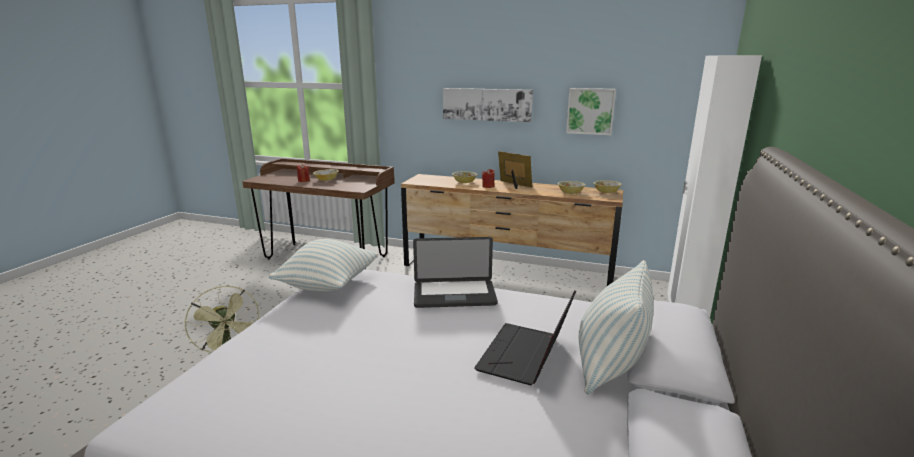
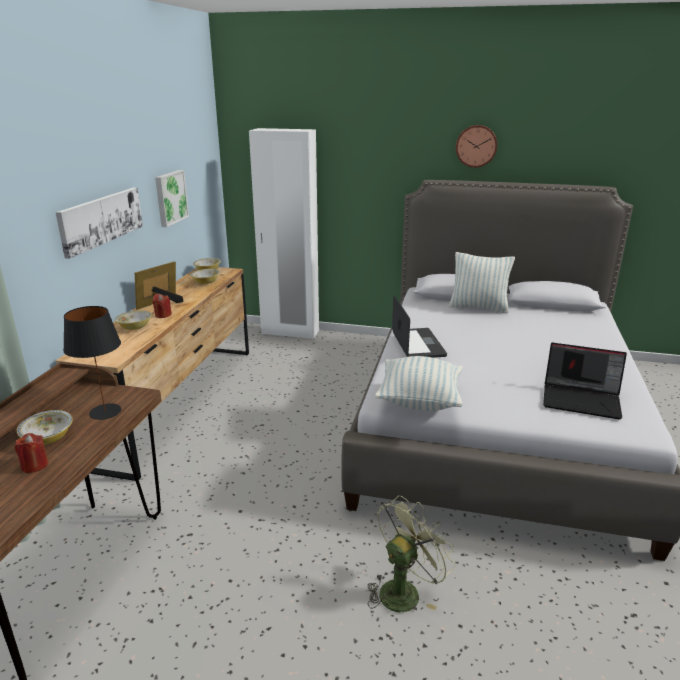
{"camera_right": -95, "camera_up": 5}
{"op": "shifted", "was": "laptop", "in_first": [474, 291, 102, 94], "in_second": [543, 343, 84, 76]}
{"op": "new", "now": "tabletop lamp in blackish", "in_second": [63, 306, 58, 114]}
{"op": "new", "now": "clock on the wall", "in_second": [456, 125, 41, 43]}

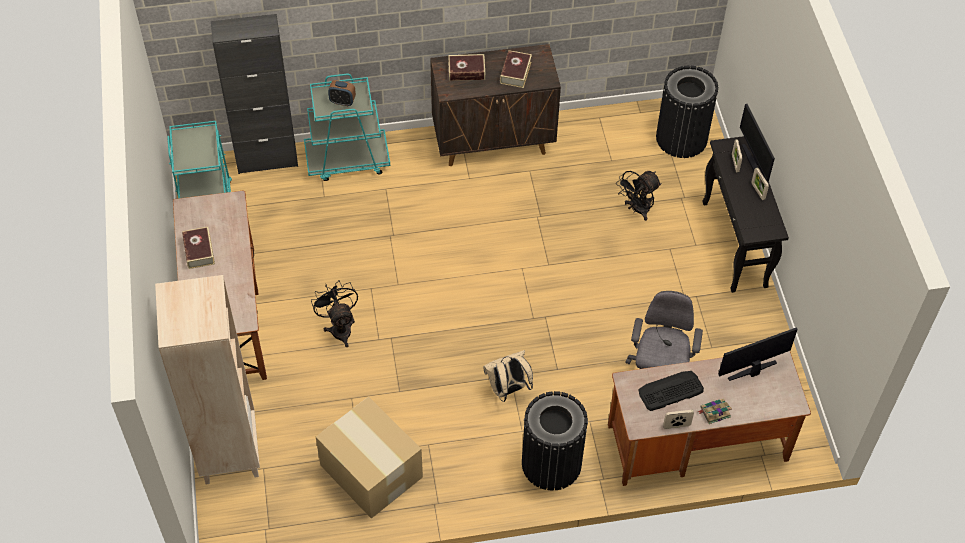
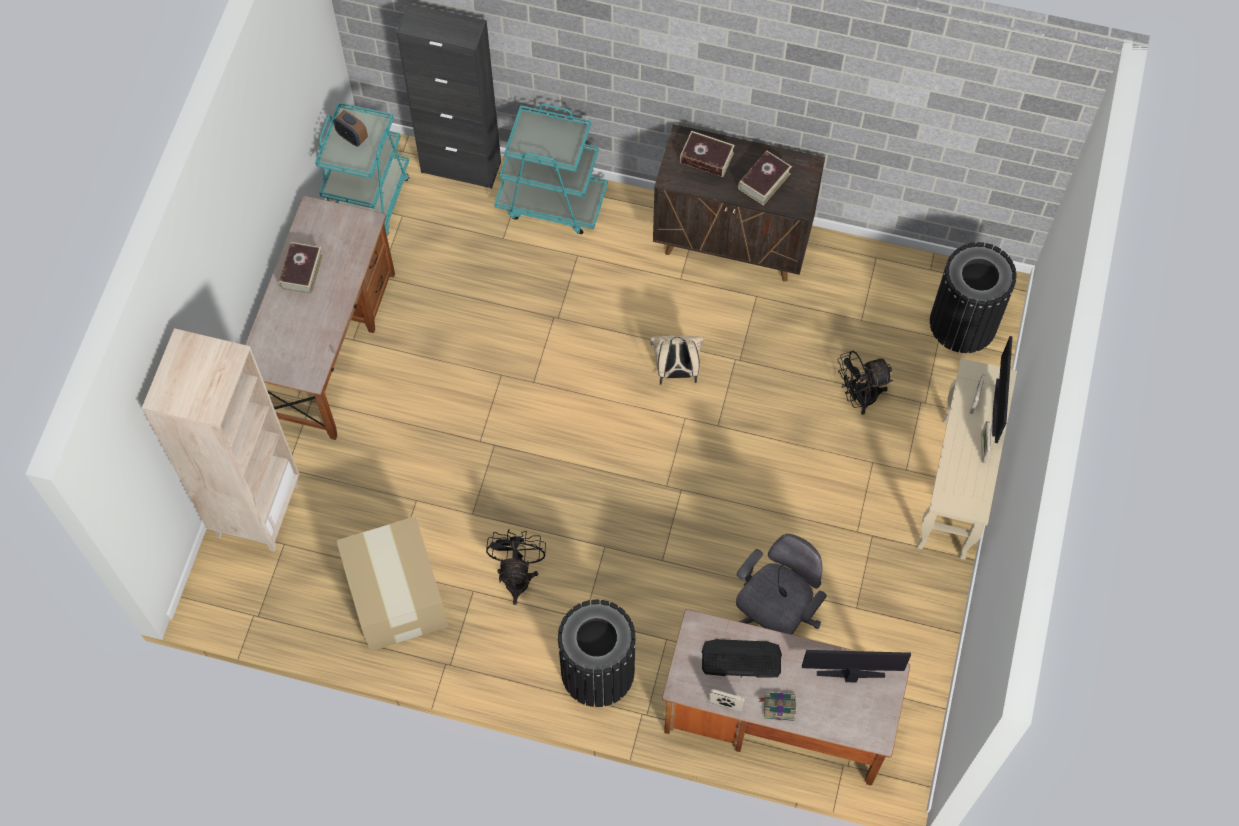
{"camera_right": 25, "camera_up": 10}
{"op": "shifted", "was": "cooling fan in blackish", "in_first": [311, 280, 47, 67], "in_second": [486, 529, 60, 76]}
{"op": "shifted", "was": "bedside clock", "in_first": [328, 80, 28, 26], "in_second": [334, 110, 34, 37]}
{"op": "shifted", "was": "backpack in sand-coloured", "in_first": [483, 350, 50, 52], "in_second": [650, 336, 54, 49]}
{"op": "repainted", "was": "hall table in blackish", "now": "hall table in sand-coloured", "in_first": [702, 136, 87, 157], "in_second": [917, 358, 100, 202]}

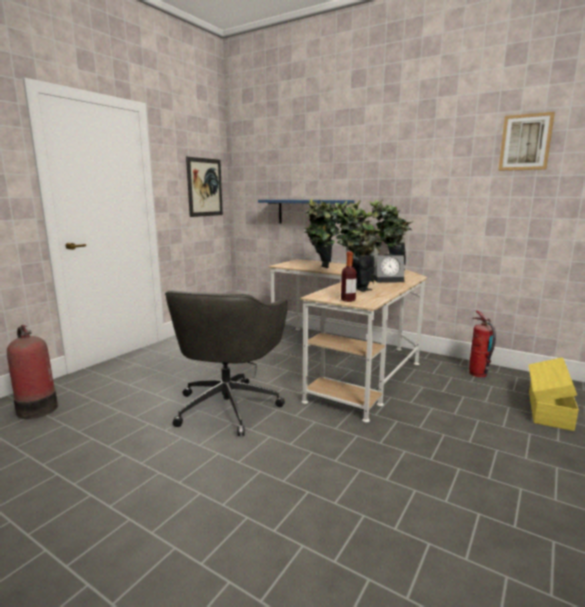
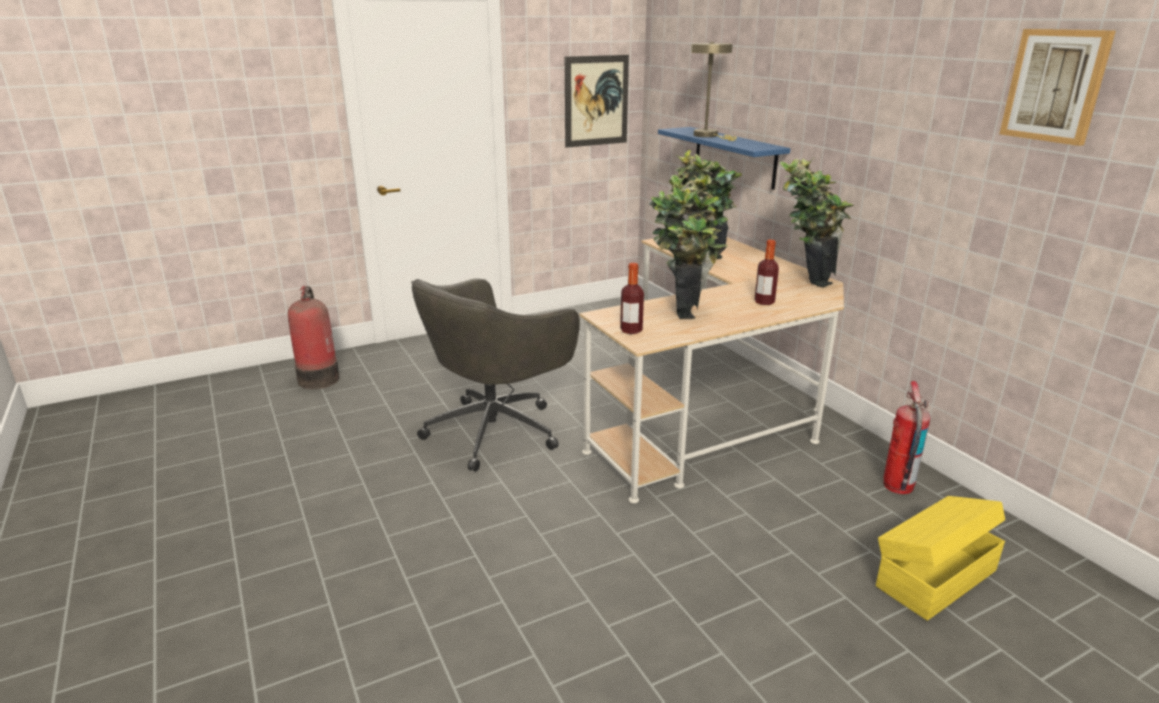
{"camera_right": 30, "camera_up": 10}
{"op": "swapped", "was": "bedside clock", "now": "bottle", "in_first": [374, 254, 30, 29], "in_second": [755, 240, 24, 65]}
{"op": "new", "now": "tabletop lamp in sand-coloured", "in_second": [691, 42, 46, 99]}

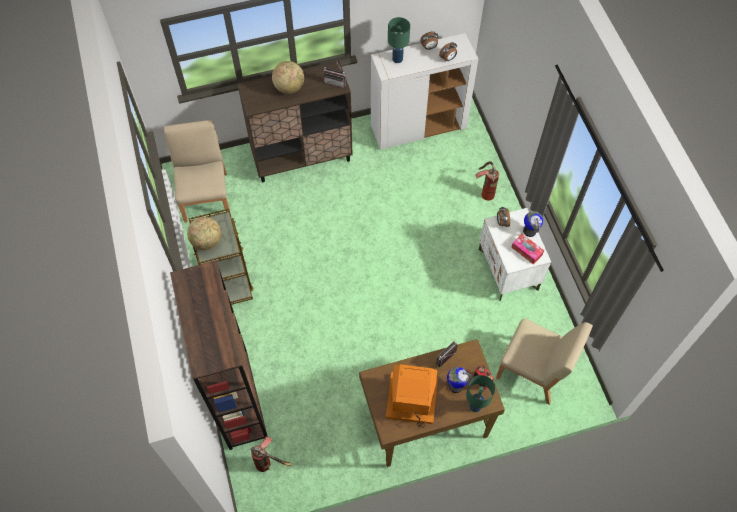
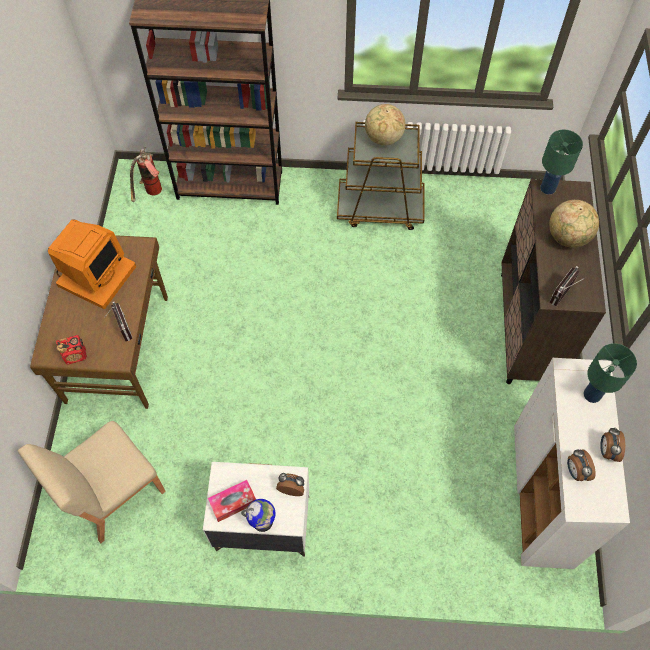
{"camera_right": 110, "camera_up": 0}
{"op": "gone", "was": "upright chair in sand-coloured", "in_first": [164, 120, 67, 103]}
{"op": "gone", "was": "world globe", "in_first": [447, 367, 25, 26]}
{"op": "shifted", "was": "tabletop lamp in greenish", "in_first": [466, 375, 29, 37], "in_second": [540, 130, 43, 65]}
{"op": "gone", "was": "fire-fighting cylinder", "in_first": [476, 161, 23, 40]}

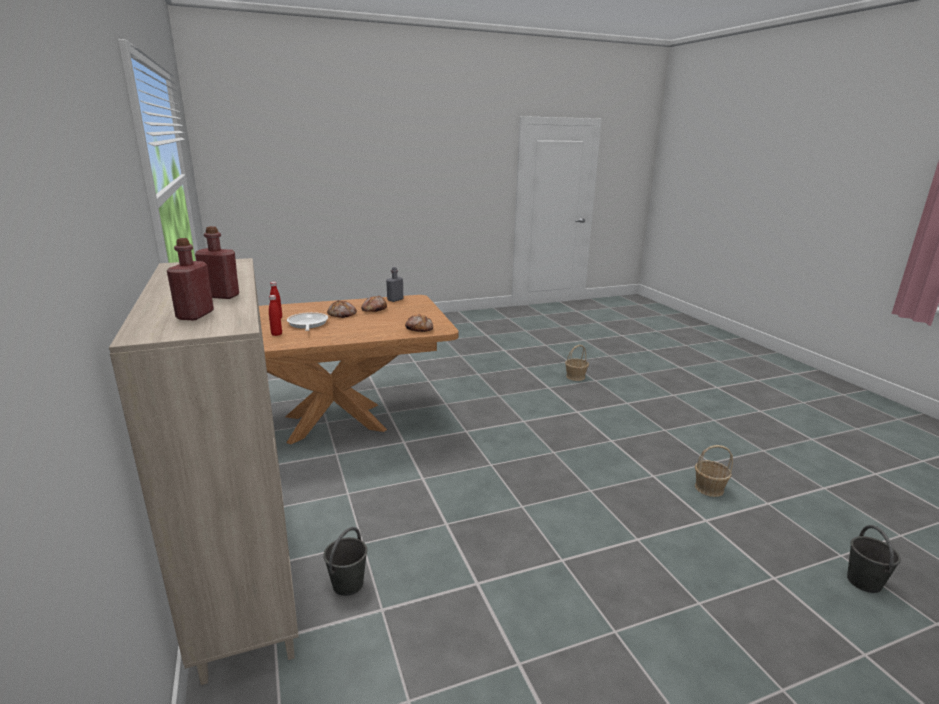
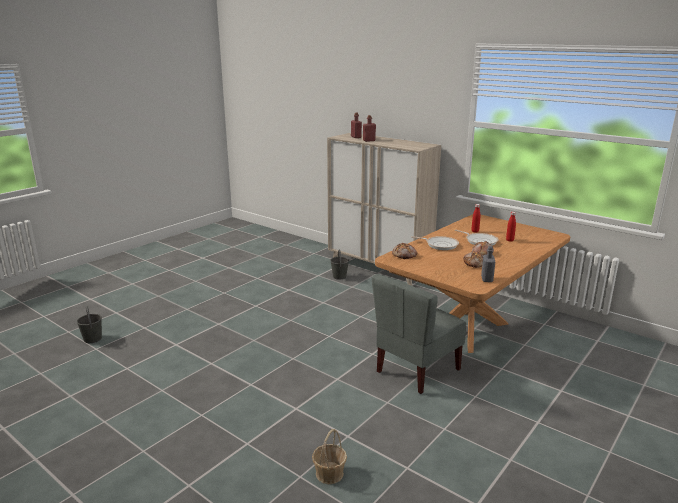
{"camera_right": 150, "camera_up": 0}
{"op": "gone", "was": "storage basket", "in_first": [695, 445, 38, 52]}
{"op": "new", "now": "upright chair in gray", "in_second": [372, 274, 94, 120]}
{"op": "new", "now": "pan", "in_second": [411, 236, 48, 14]}

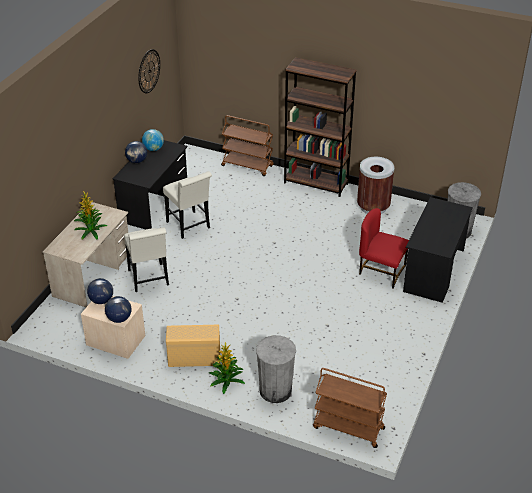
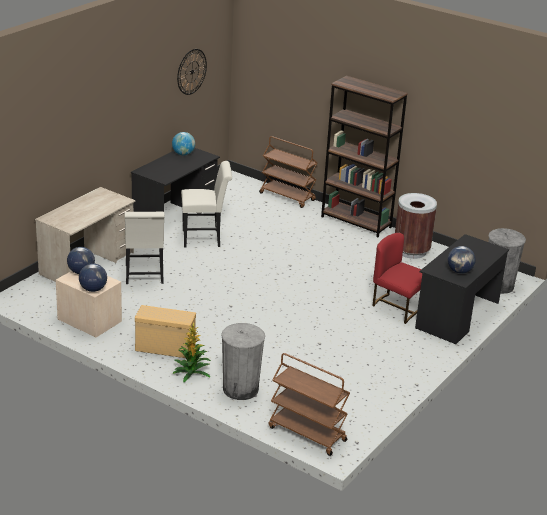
{"camera_right": 10, "camera_up": -10}
{"op": "gone", "was": "plant in a pot", "in_first": [74, 191, 33, 49]}
{"op": "shifted", "was": "world globe", "in_first": [125, 141, 22, 22], "in_second": [448, 246, 28, 28]}
{"op": "rotated", "was": "upright chair in white", "in_first": [163, 171, 49, 68], "in_second": [181, 161, 51, 86], "clockwise": -75}

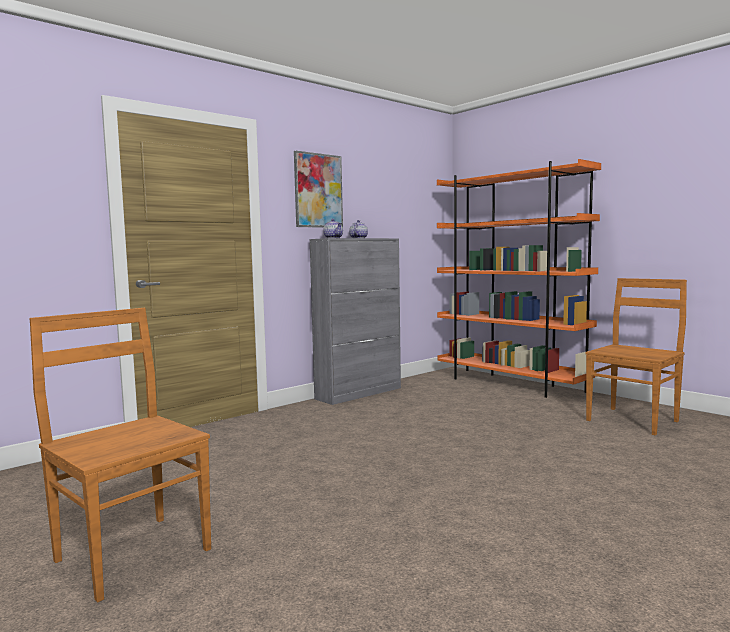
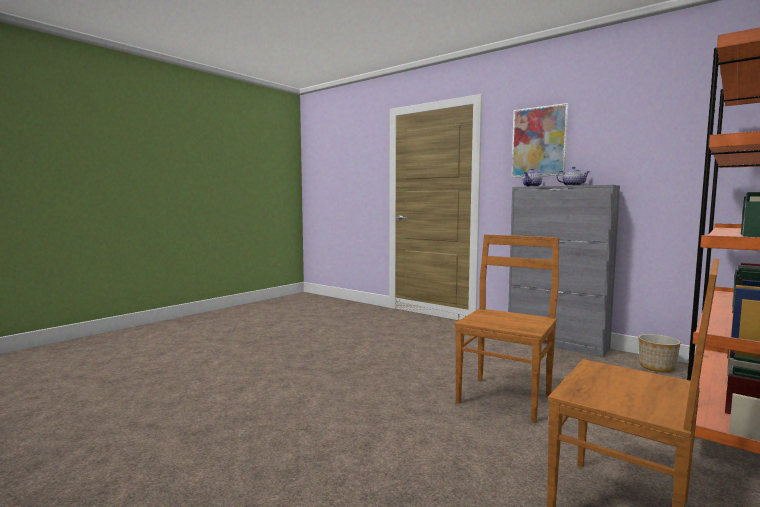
{"camera_right": 80, "camera_up": 0}
{"op": "shifted", "was": "upright chair in brownish", "in_first": [30, 308, 181, 294], "in_second": [455, 234, 104, 189]}
{"op": "new", "now": "flower pot", "in_second": [638, 334, 43, 39]}

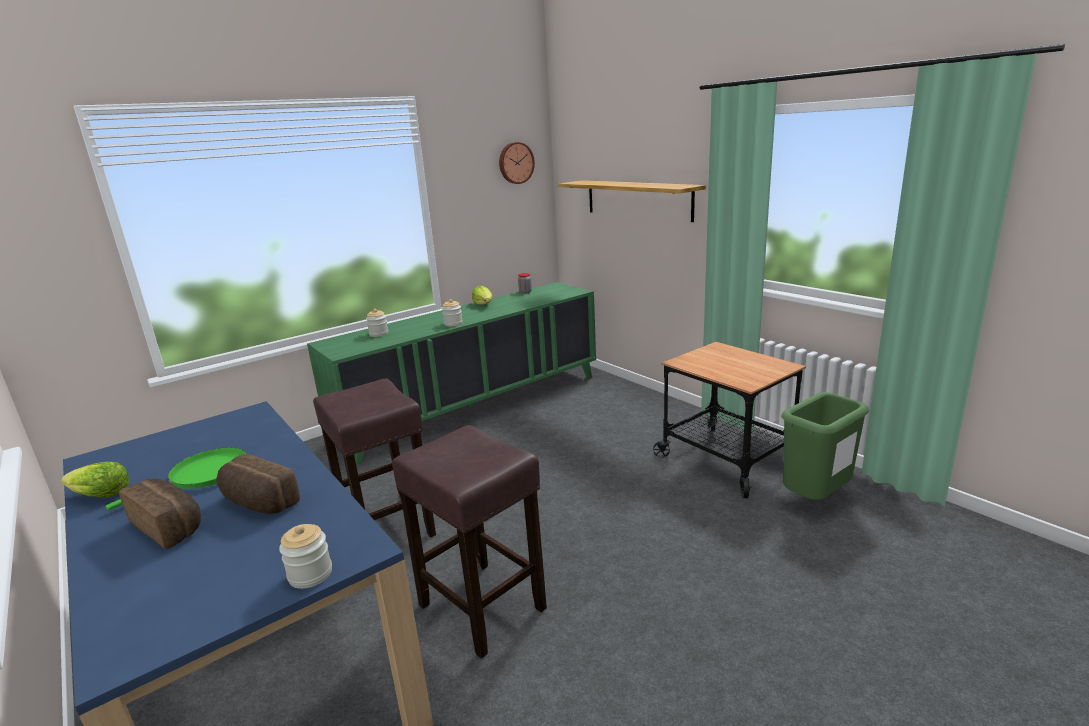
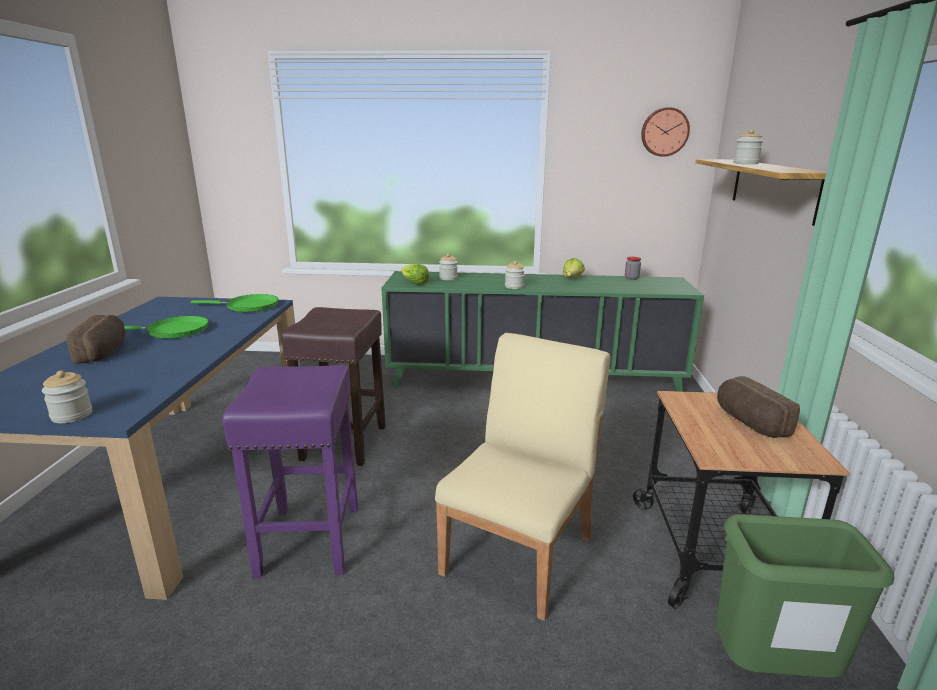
{"camera_right": 40, "camera_up": 0}
{"op": "shifted", "was": "head of lettuce", "in_first": [60, 462, 70, 36], "in_second": [401, 264, 28, 20]}
{"op": "shifted", "was": "bread", "in_first": [216, 454, 84, 60], "in_second": [717, 376, 83, 62]}
{"op": "repainted", "was": "sitting stool in brownish", "now": "sitting stool in purple-coloured", "in_first": [392, 425, 155, 234], "in_second": [222, 365, 136, 213]}
{"op": "new", "now": "pan in greenish", "in_second": [191, 294, 87, 18]}
{"op": "new", "now": "upright chair in sand-coloured", "in_second": [435, 333, 175, 288]}
{"op": "new", "now": "storage jar", "in_second": [733, 129, 30, 35]}

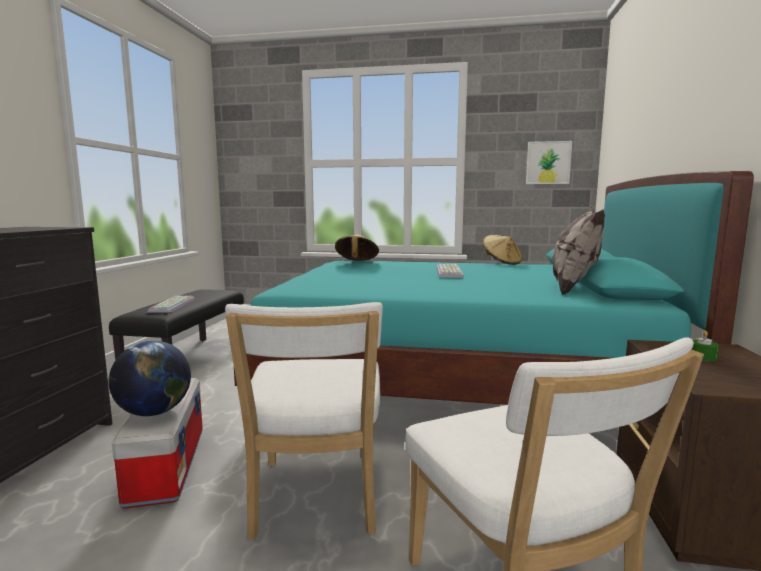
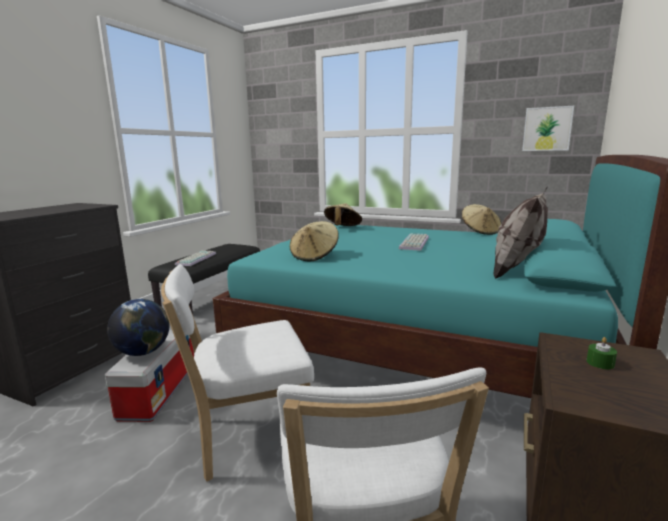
{"camera_right": 15, "camera_up": 5}
{"op": "rotated", "was": "upright chair in white", "in_first": [225, 302, 158, 238], "in_second": [161, 264, 153, 218], "clockwise": 60}
{"op": "new", "now": "hat in sand-coloured", "in_second": [290, 221, 49, 40]}

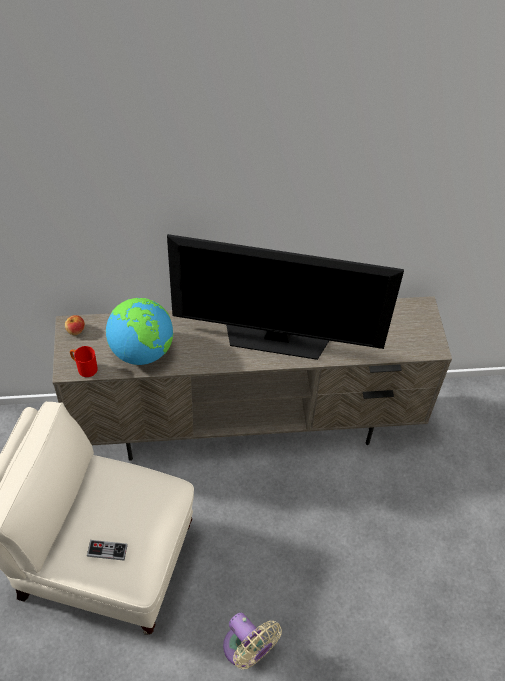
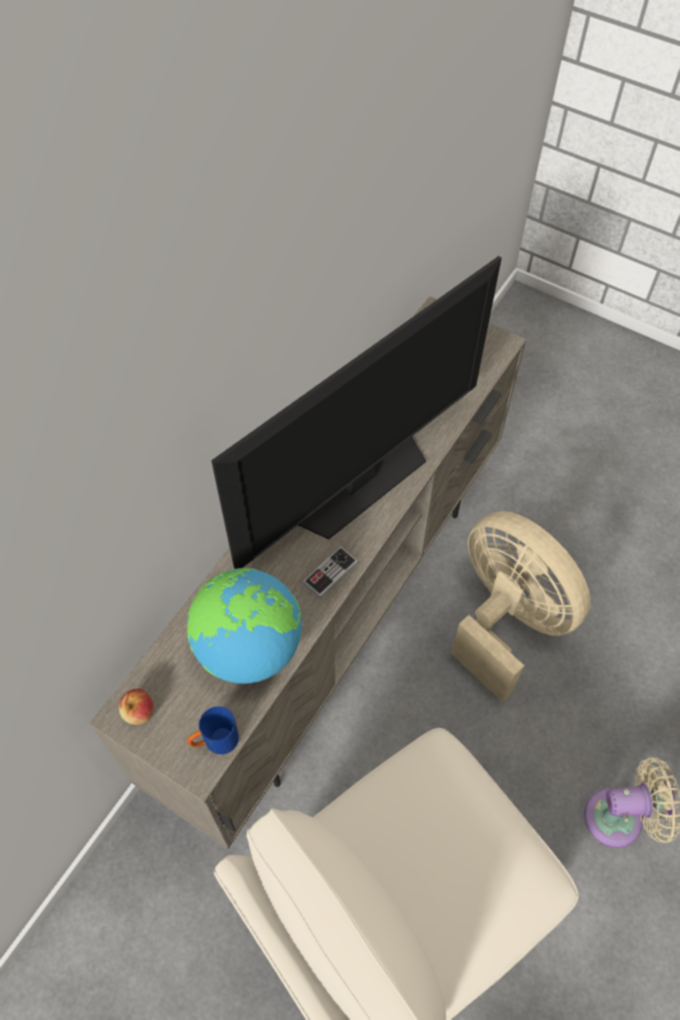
{"camera_right": -50, "camera_up": 5}
{"op": "repainted", "was": "mug in red-coloured", "now": "mug in blue-coloured", "in_first": [70, 346, 28, 31], "in_second": [187, 706, 52, 49]}
{"op": "shifted", "was": "game controller", "in_first": [87, 540, 41, 21], "in_second": [302, 546, 57, 53]}
{"op": "new", "now": "cooling fan in sand-coloured", "in_second": [451, 511, 140, 191]}

